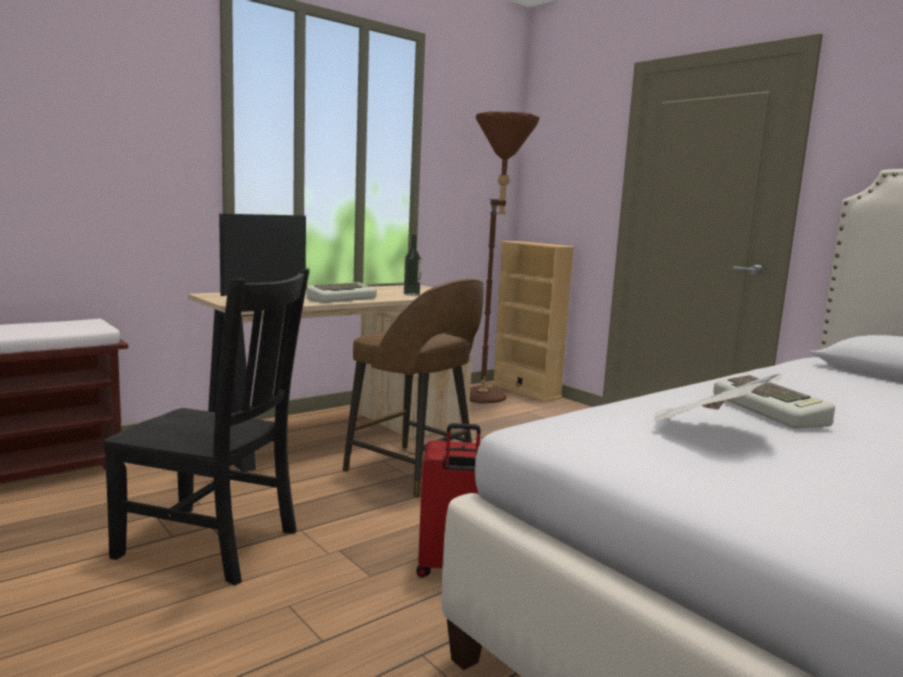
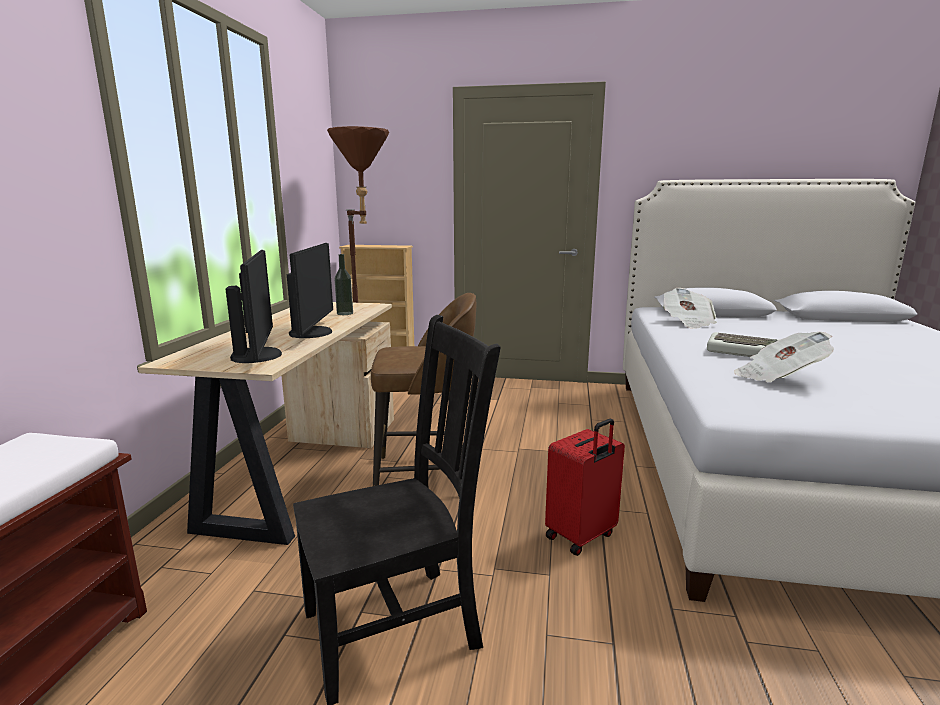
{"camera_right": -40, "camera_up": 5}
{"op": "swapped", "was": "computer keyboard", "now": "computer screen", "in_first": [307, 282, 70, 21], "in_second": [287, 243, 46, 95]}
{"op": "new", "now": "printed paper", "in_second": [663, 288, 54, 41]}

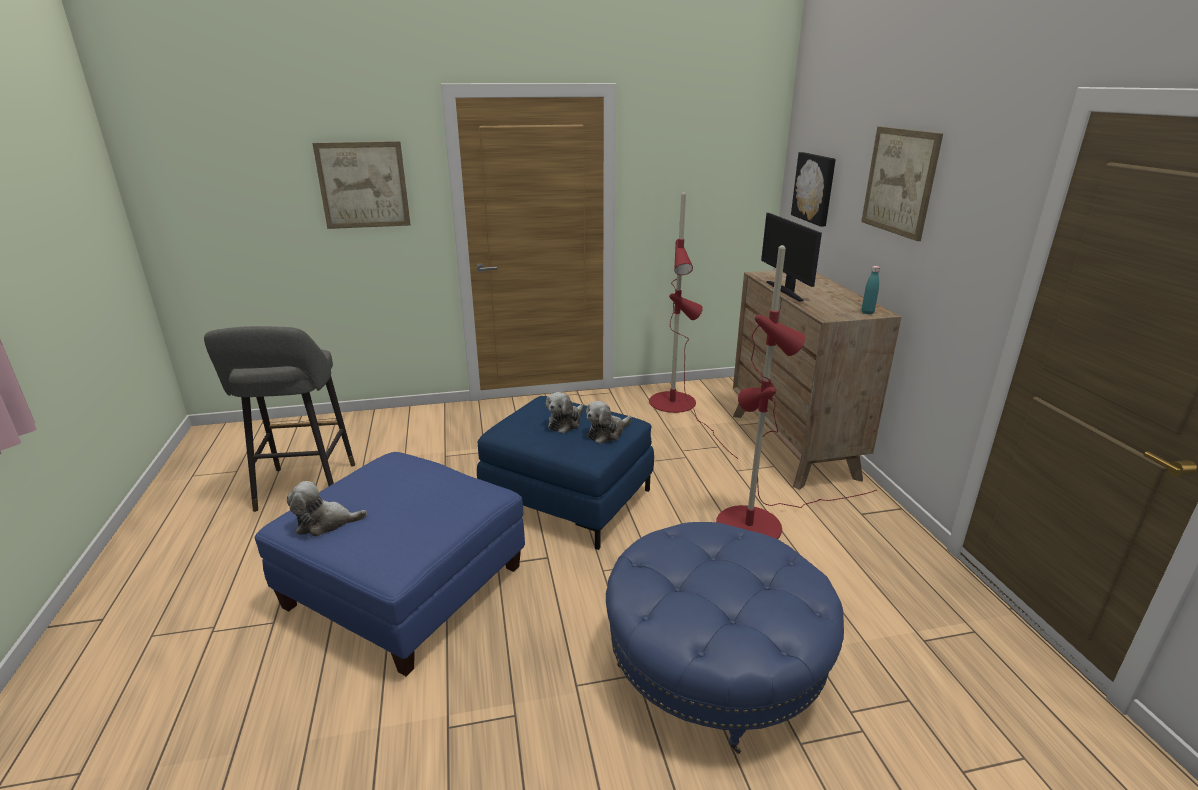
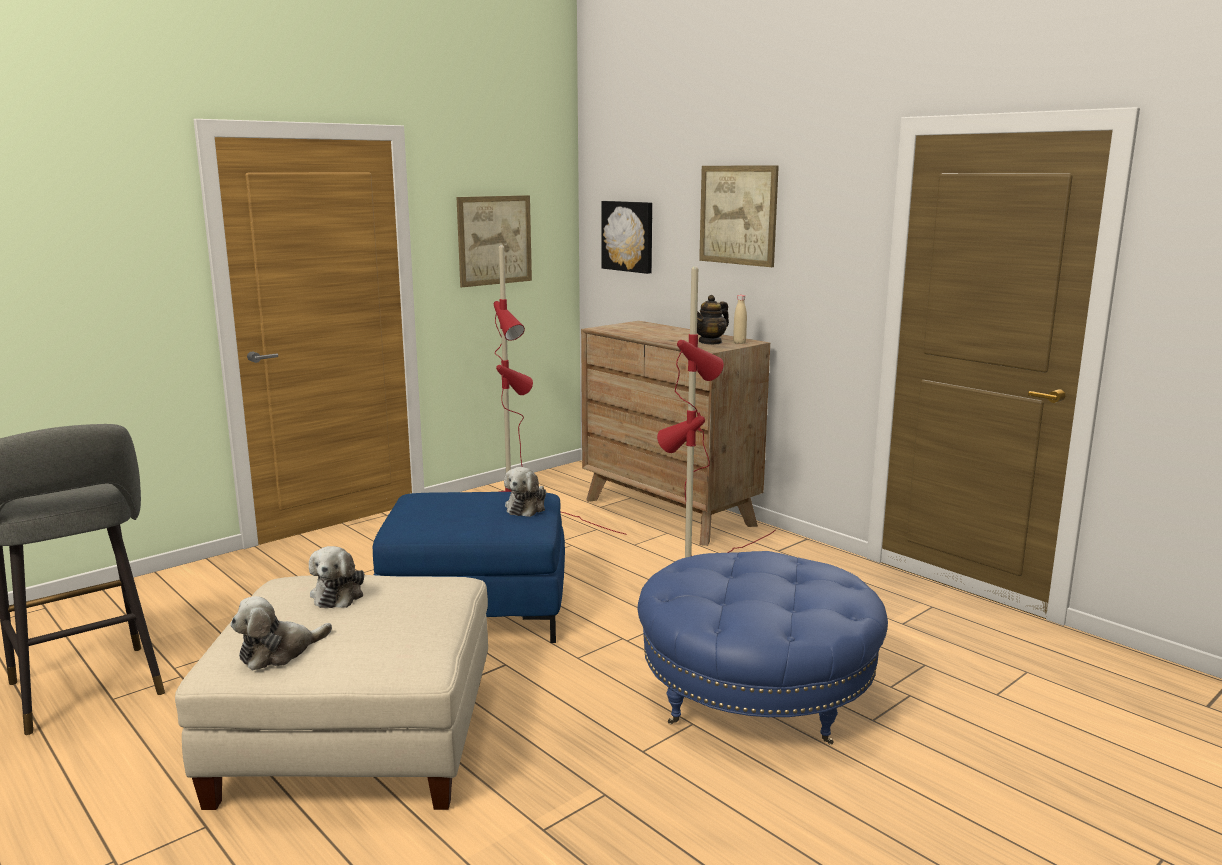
{"camera_right": -30, "camera_up": -10}
{"op": "repainted", "was": "pouffe in blue-coloured", "now": "pouffe in sand-coloured", "in_first": [255, 452, 270, 225], "in_second": [175, 575, 313, 235]}
{"op": "shifted", "was": "wall picture", "in_first": [312, 141, 99, 88], "in_second": [456, 195, 76, 92]}
{"op": "shifted", "was": "plush toy", "in_first": [546, 392, 38, 41], "in_second": [309, 546, 55, 62]}
{"op": "gone", "was": "computer screen", "in_first": [761, 213, 61, 89]}
{"op": "repainted", "was": "bottle in blue-green", "now": "bottle in sand-coloured", "in_first": [862, 266, 18, 48], "in_second": [733, 295, 14, 49]}
{"op": "new", "now": "pot for tea", "in_second": [697, 295, 32, 50]}

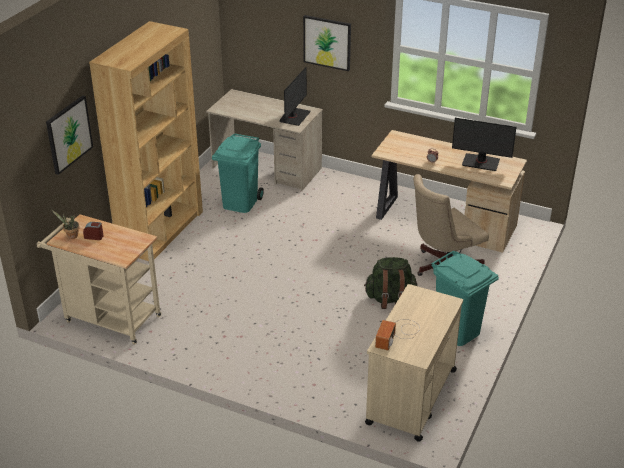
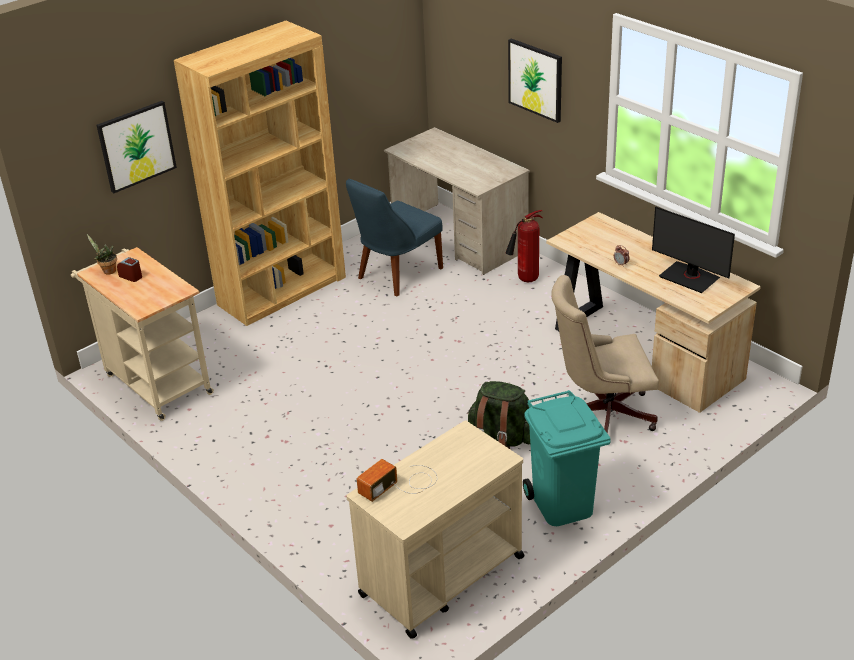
{"camera_right": 25, "camera_up": 0}
{"op": "swapped", "was": "trash can in blue-green", "now": "upright chair in blue-coloured", "in_first": [212, 133, 52, 80], "in_second": [346, 179, 97, 118]}
{"op": "gone", "was": "computer screen", "in_first": [279, 67, 32, 59]}
{"op": "new", "now": "fire-fighting cylinder", "in_second": [505, 210, 38, 73]}

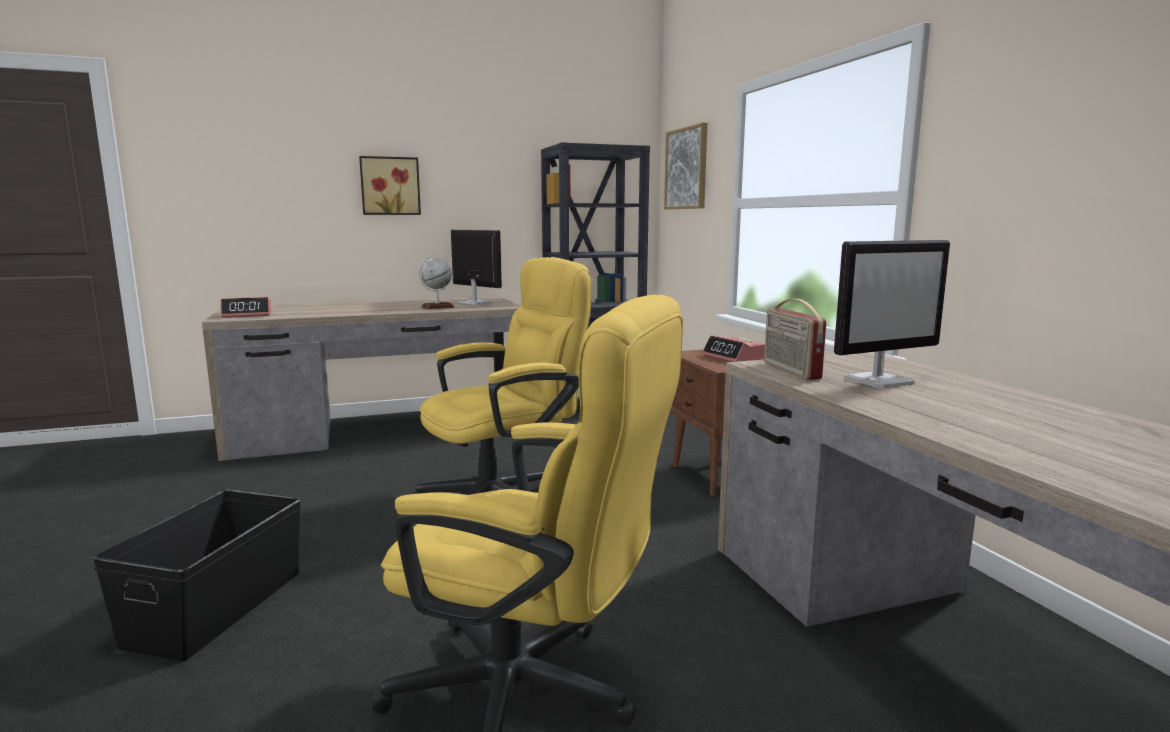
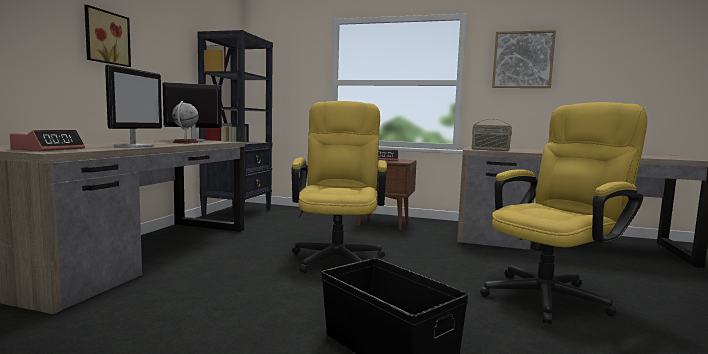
{"camera_right": -55, "camera_up": -5}
{"op": "shifted", "was": "wall picture", "in_first": [664, 123, 43, 86], "in_second": [492, 30, 64, 58]}
{"op": "shifted", "was": "computer screen", "in_first": [834, 240, 116, 148], "in_second": [105, 64, 57, 84]}

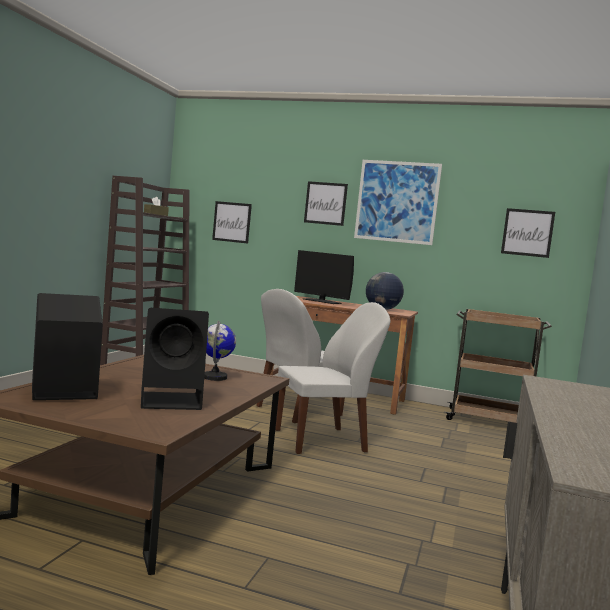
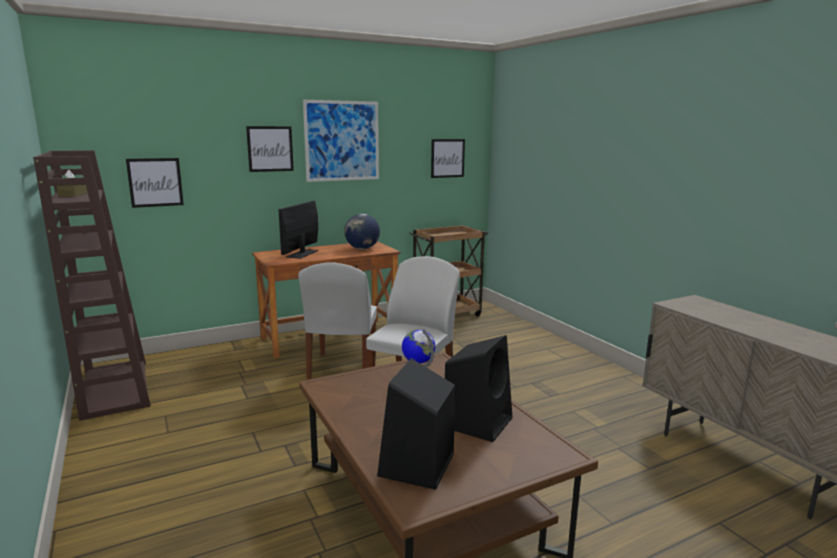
{"camera_right": -45, "camera_up": 10}
{"op": "rotated", "was": "computer screen", "in_first": [294, 250, 60, 54], "in_second": [278, 201, 41, 58], "clockwise": 120}

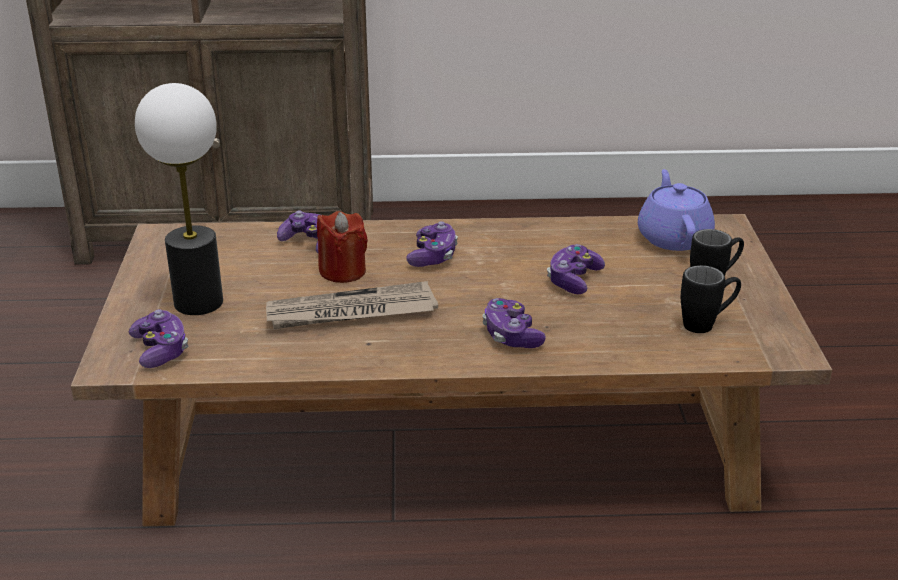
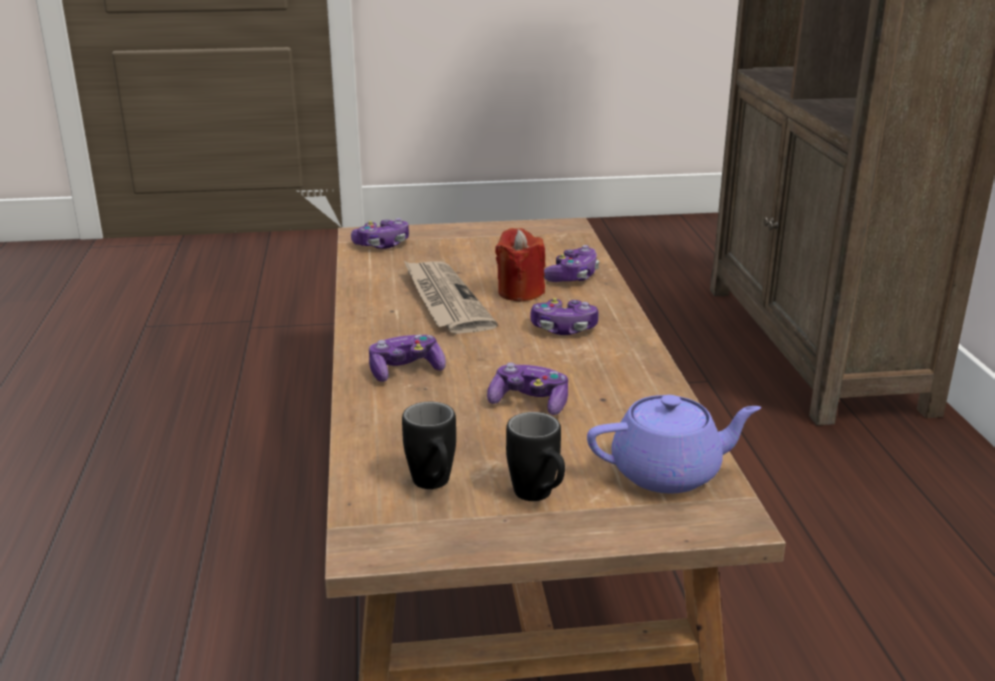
{"camera_right": 85, "camera_up": -5}
{"op": "gone", "was": "tabletop lamp", "in_first": [135, 83, 88, 232]}

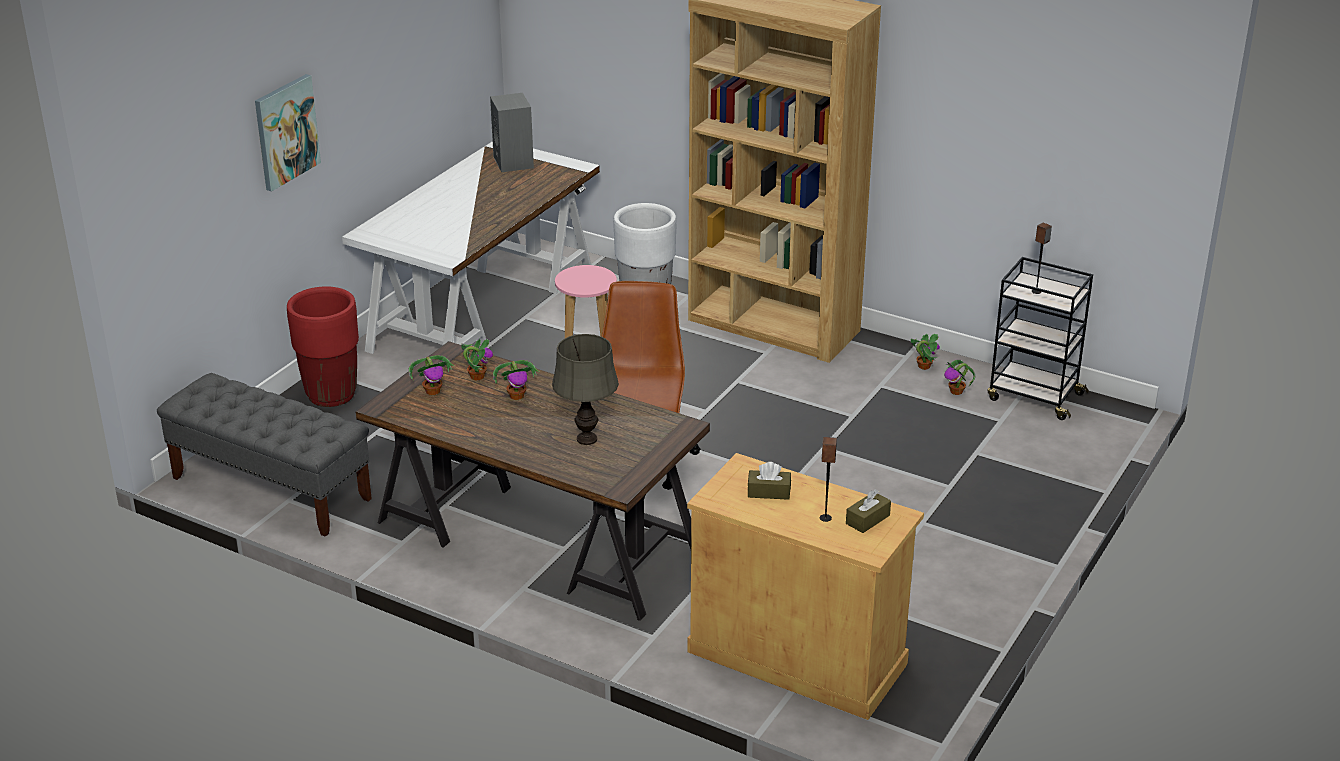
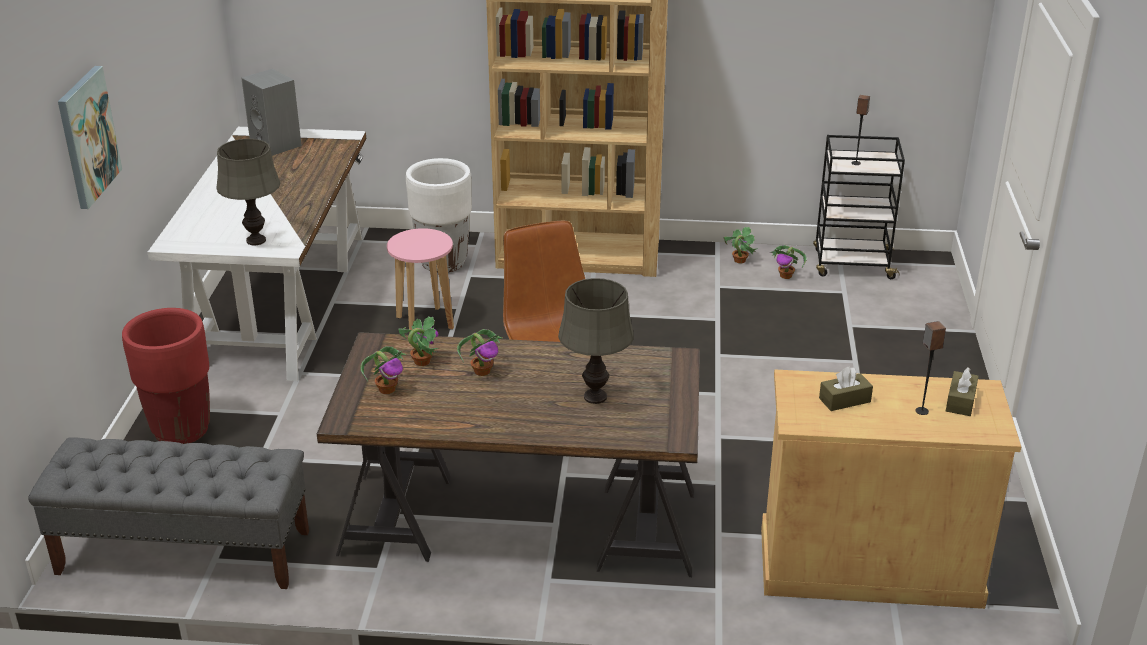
{"camera_right": -25, "camera_up": 0}
{"op": "new", "now": "tabletop lamp in gray", "in_second": [216, 139, 64, 106]}

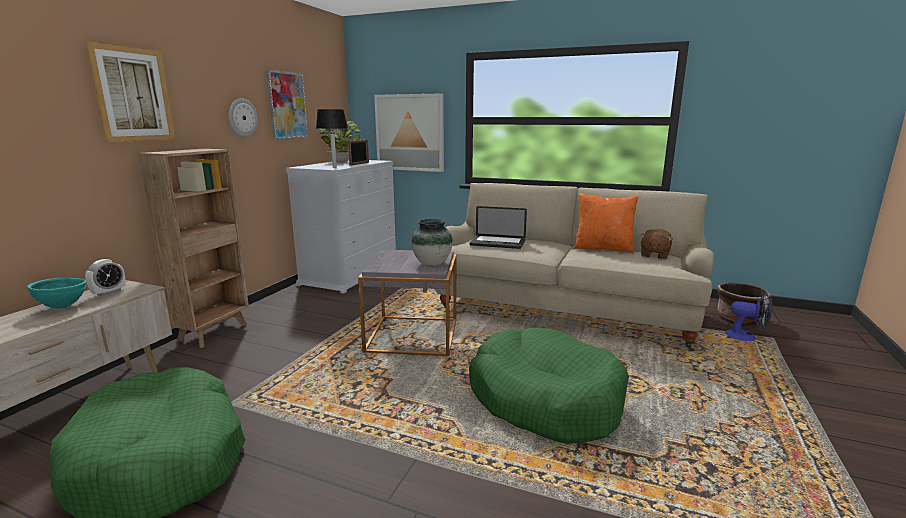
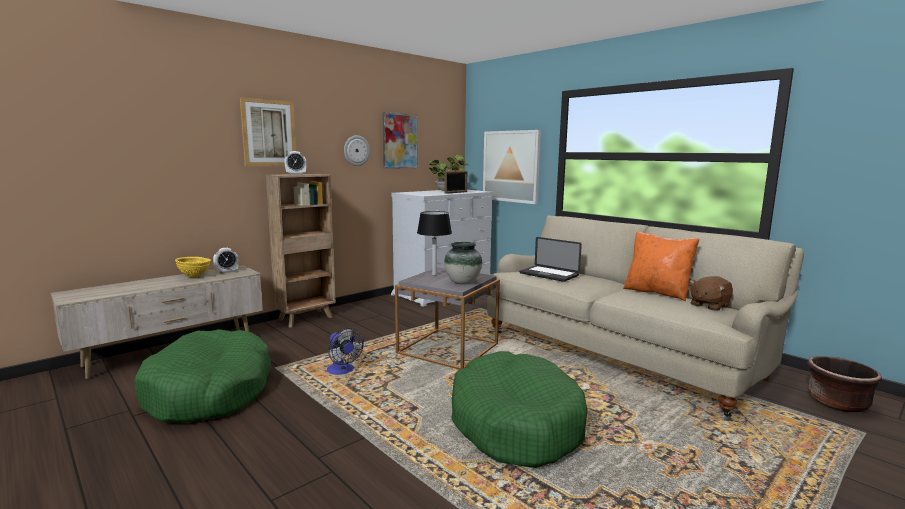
{"camera_right": 25, "camera_up": -5}
{"op": "repainted", "was": "bowl in blue-green", "now": "bowl in yellow-coloured", "in_first": [27, 277, 60, 32], "in_second": [175, 257, 36, 20]}
{"op": "shifted", "was": "tabletop lamp in blackish", "in_first": [316, 109, 32, 59], "in_second": [417, 211, 35, 65]}
{"op": "shifted", "was": "cooling fan", "in_first": [725, 294, 47, 47], "in_second": [327, 328, 37, 47]}
{"op": "new", "now": "bedside clock", "in_second": [284, 151, 22, 24]}

